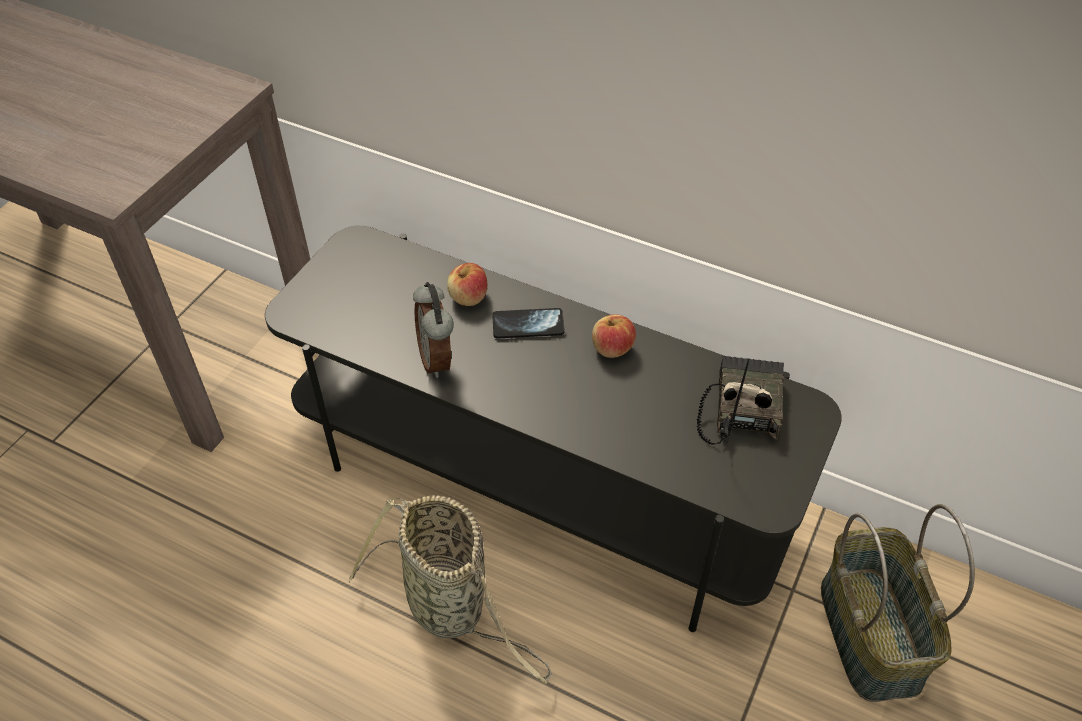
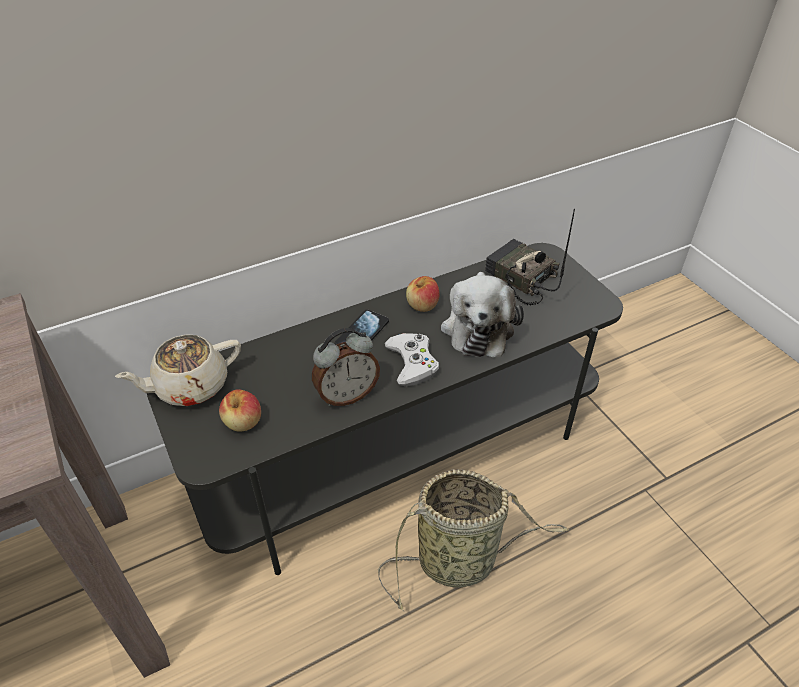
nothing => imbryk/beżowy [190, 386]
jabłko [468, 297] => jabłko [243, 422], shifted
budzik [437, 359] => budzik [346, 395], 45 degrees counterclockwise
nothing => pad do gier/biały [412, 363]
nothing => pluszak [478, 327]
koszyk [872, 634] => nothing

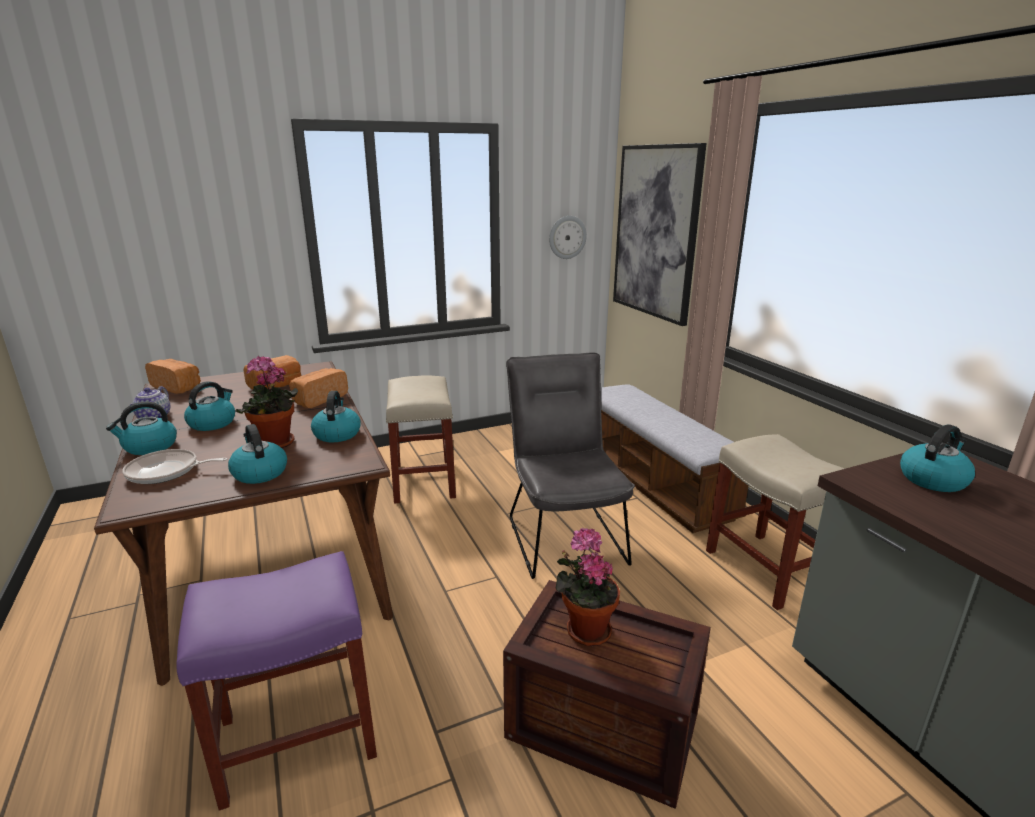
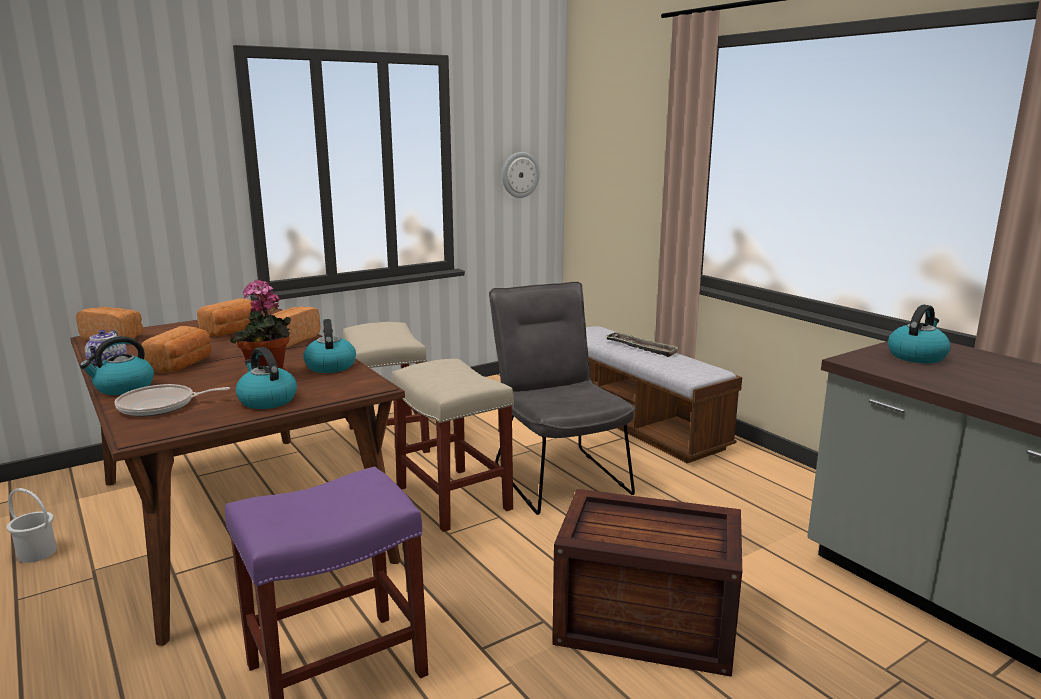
nothing => wiadro/biały [36, 553]
czajnik [212, 423] => chleb [182, 365]
stołek/beżowy [769, 570] => stołek/beżowy [454, 499], shifted
nothing => taca [640, 348]
roślina doniczkowa [585, 629] => nothing
obraz [656, 232] => nothing

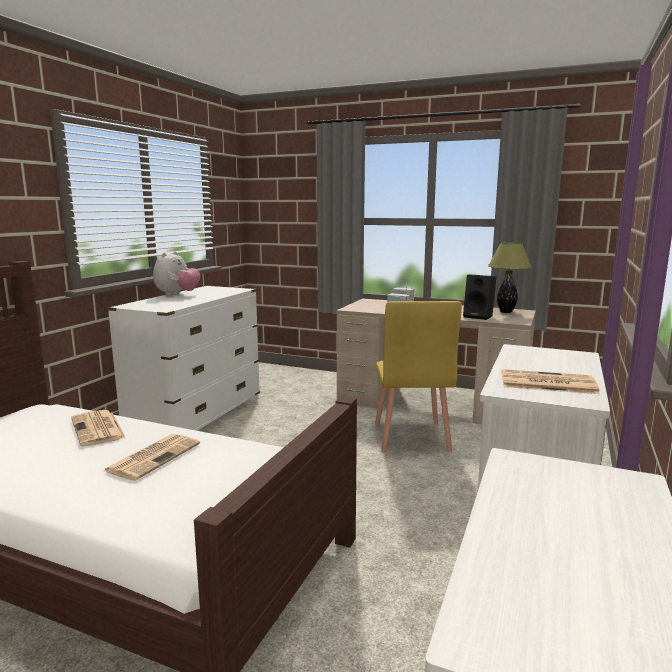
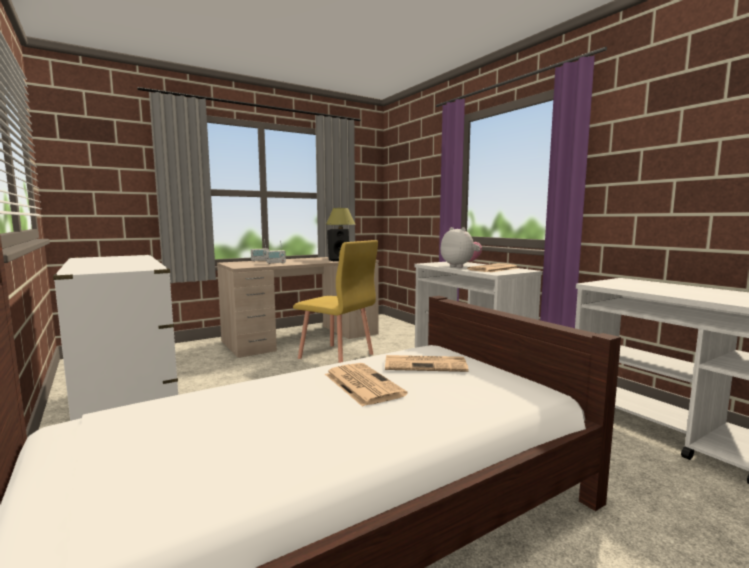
gazeta [98, 429] => gazeta [426, 364], shifted
pluszak [177, 295] => pluszak [460, 266], shifted

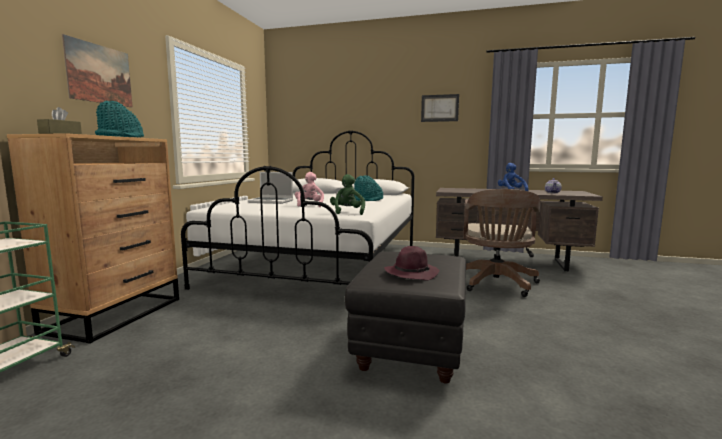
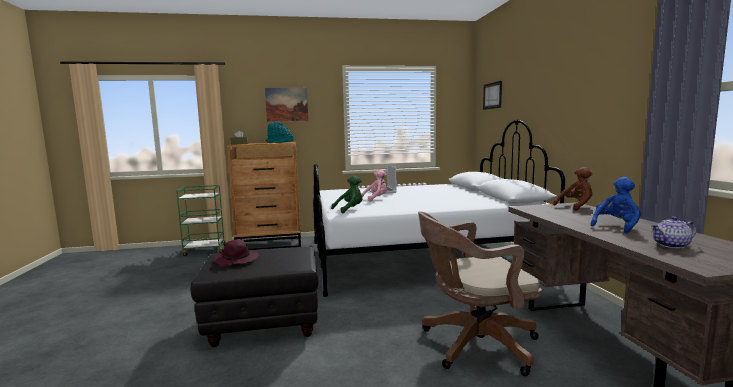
obraz [439, 108] => obraz [492, 95], shifted
nothing => pluszak/brązowy [576, 206]
kapelusz/turkusowy [367, 200] => nothing

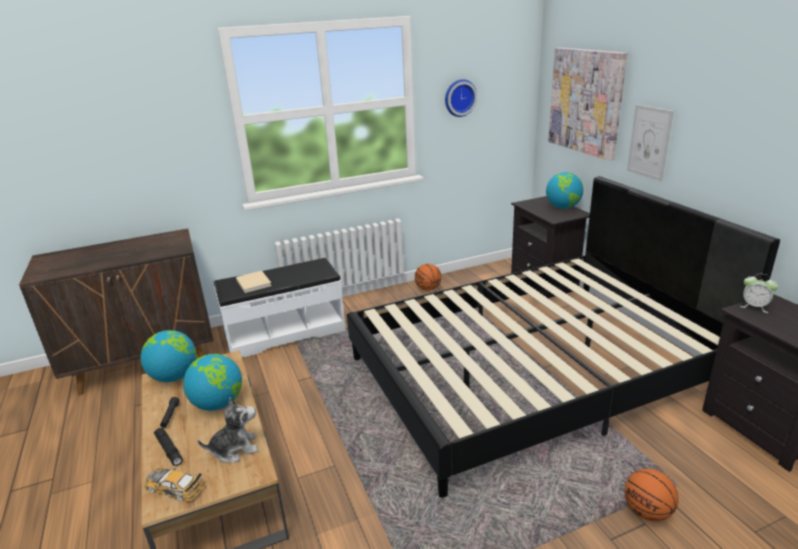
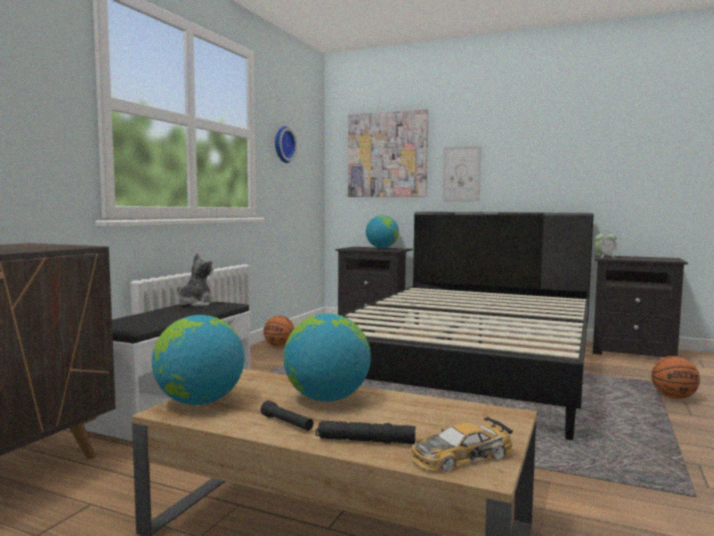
pluszak [235, 449] => pluszak [196, 304], shifted
książka/beżowy [253, 282] => nothing

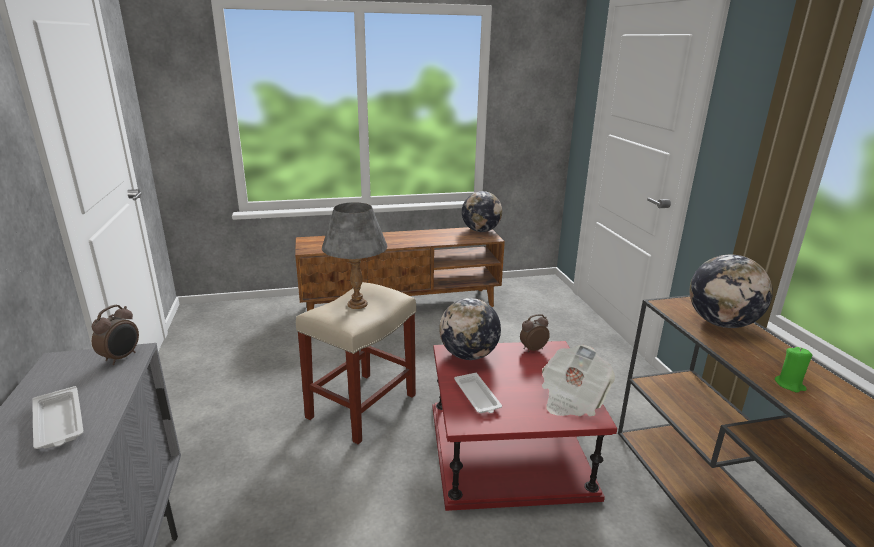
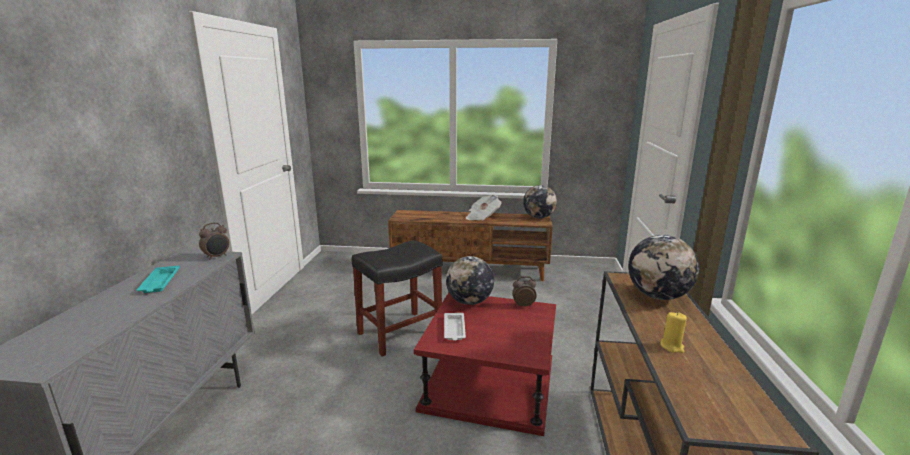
taca/biały [59, 423] => taca/turkusowy [160, 283]
stołek/beżowy [362, 405] => stołek/czarny [400, 332]
gazeta [572, 398] => gazeta [482, 217], shifted
świeca/zielony [789, 385] => świeca/żółty [672, 346]
lampa stołowa/szary [357, 304] => nothing

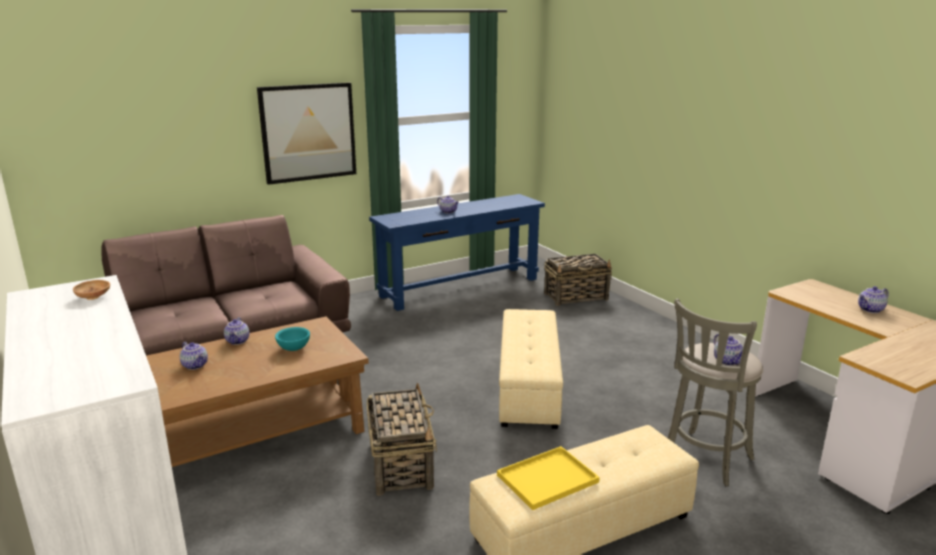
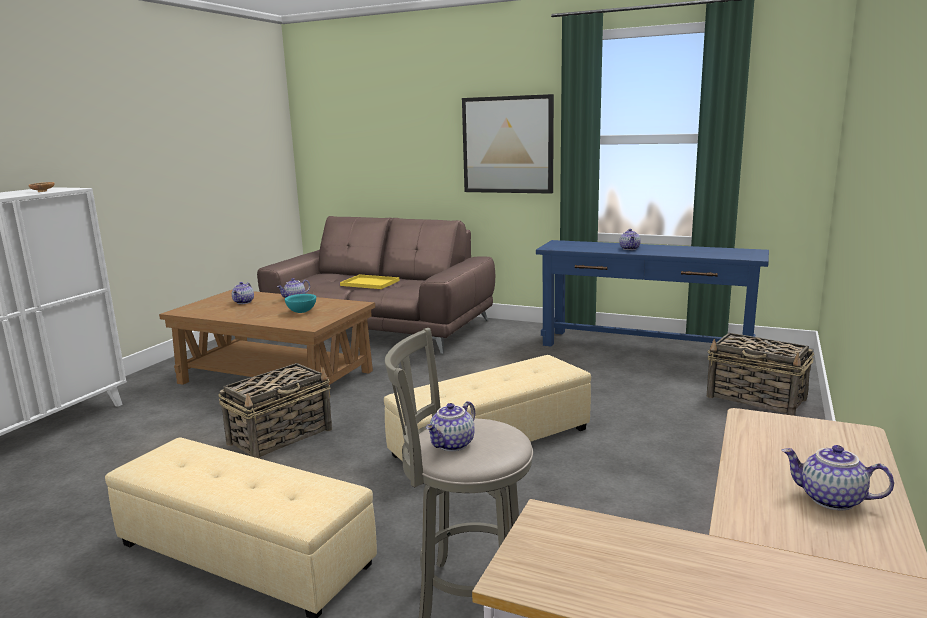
taca/żółty [548, 477] => taca/żółty [371, 283], shifted

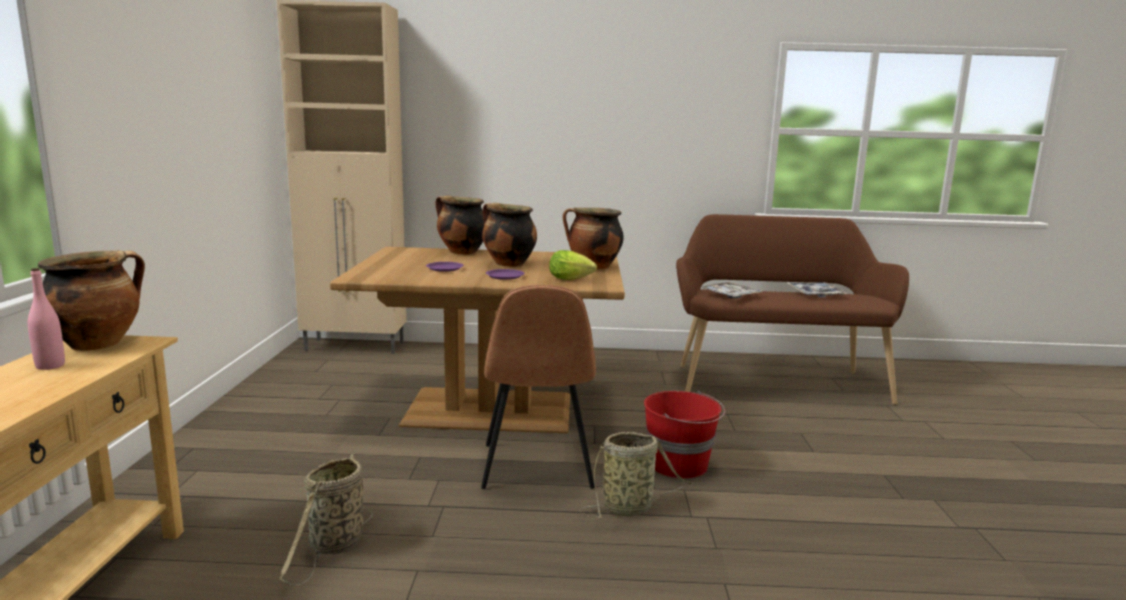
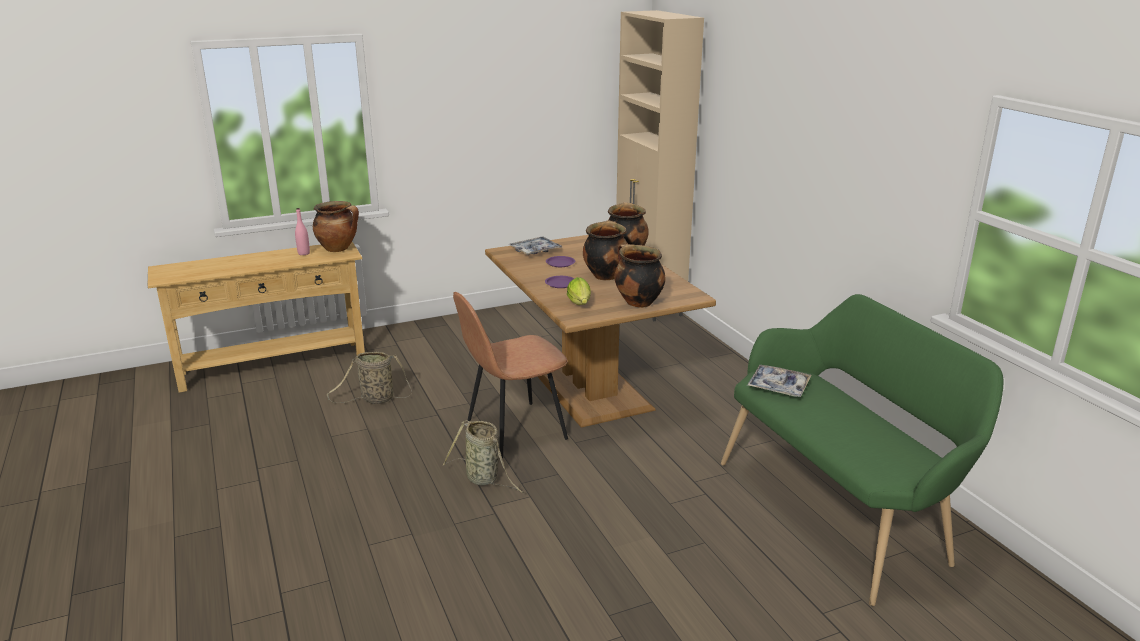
taca [815, 294] => taca [535, 251], shifted
ławka/brązowy [776, 381] => ławka/zielony [839, 511]
wiadro/czerwony [679, 464] => nothing

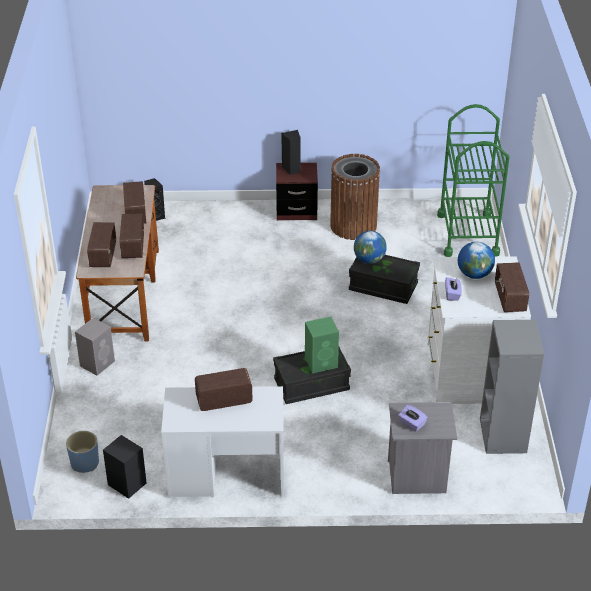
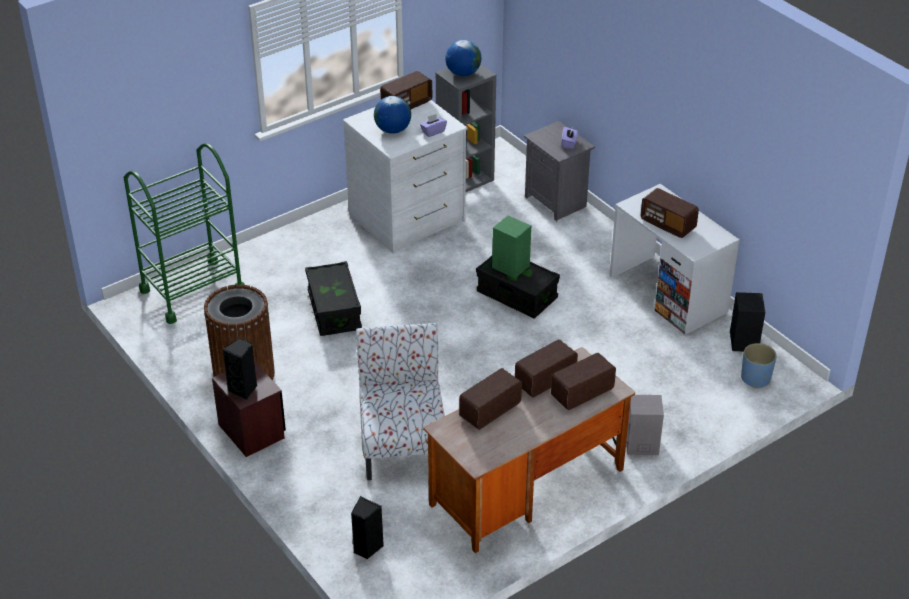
nothing => krzesło [402, 442]
globus [369, 260] => globus [463, 73], shifted

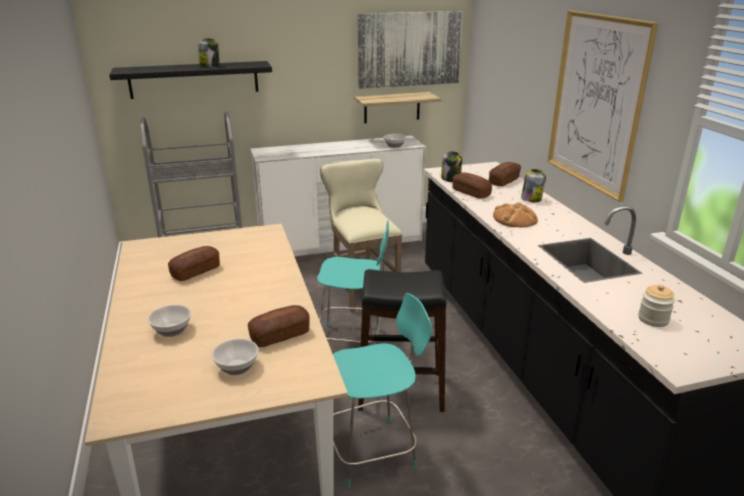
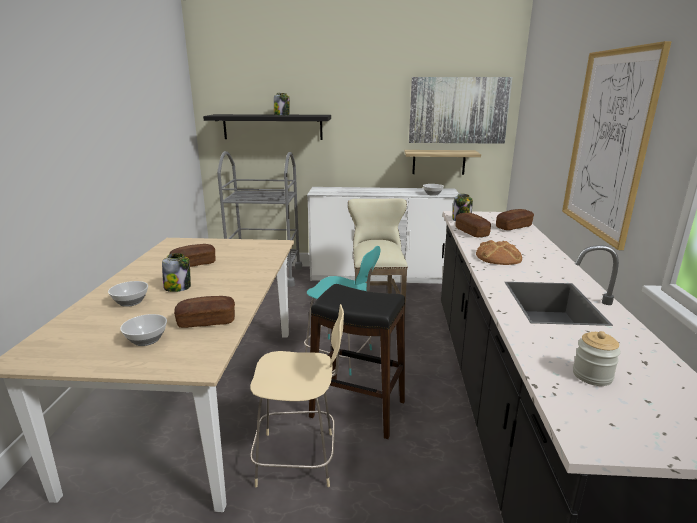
słoik [531, 199] => słoik [178, 287], shifted
krzesło/turkusowy [374, 451] => krzesło/beżowy [299, 458]

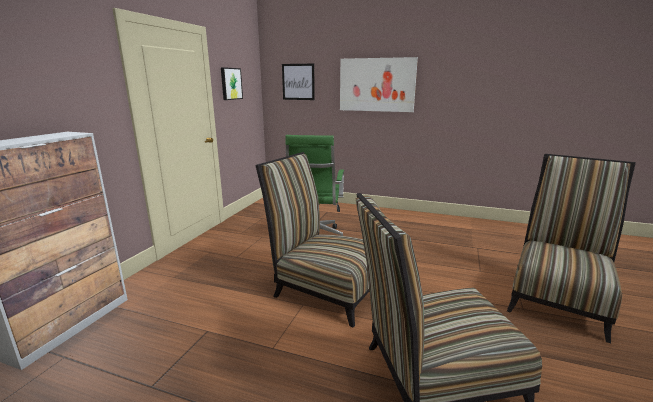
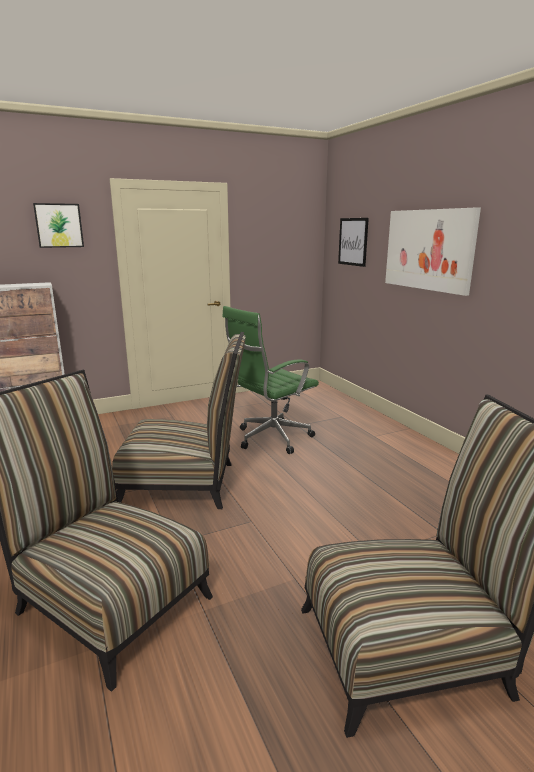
obraz [231, 83] => obraz [59, 225], shifted
krzesło [325, 288] => krzesło [186, 484], 105 degrees clockwise

